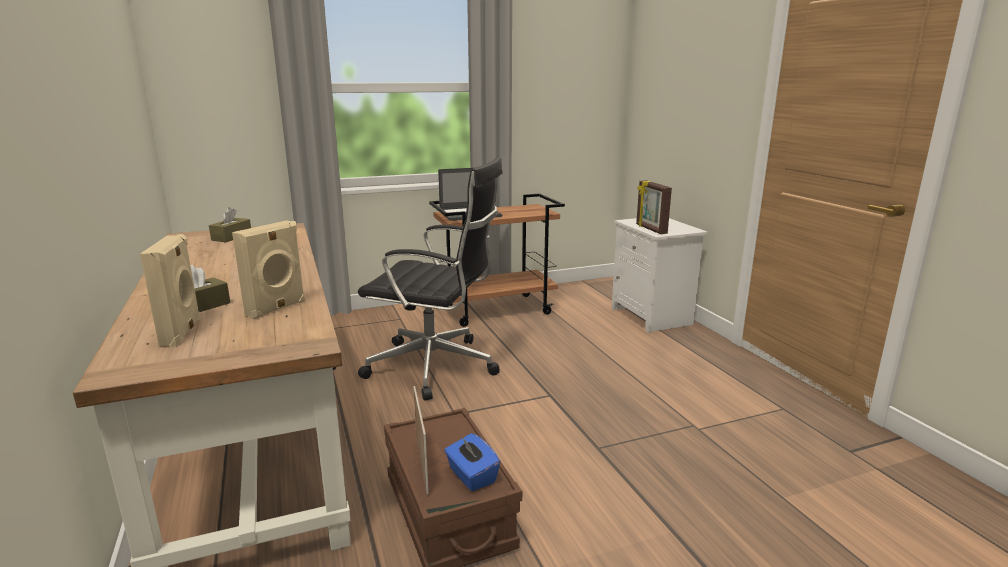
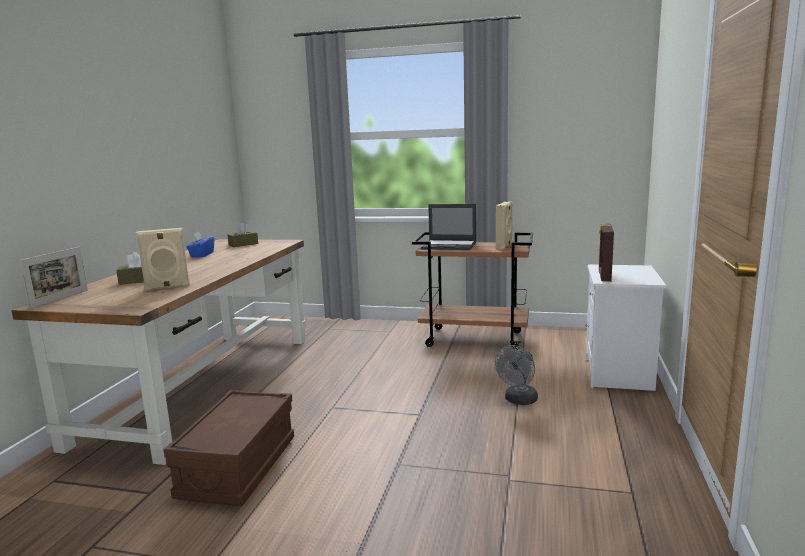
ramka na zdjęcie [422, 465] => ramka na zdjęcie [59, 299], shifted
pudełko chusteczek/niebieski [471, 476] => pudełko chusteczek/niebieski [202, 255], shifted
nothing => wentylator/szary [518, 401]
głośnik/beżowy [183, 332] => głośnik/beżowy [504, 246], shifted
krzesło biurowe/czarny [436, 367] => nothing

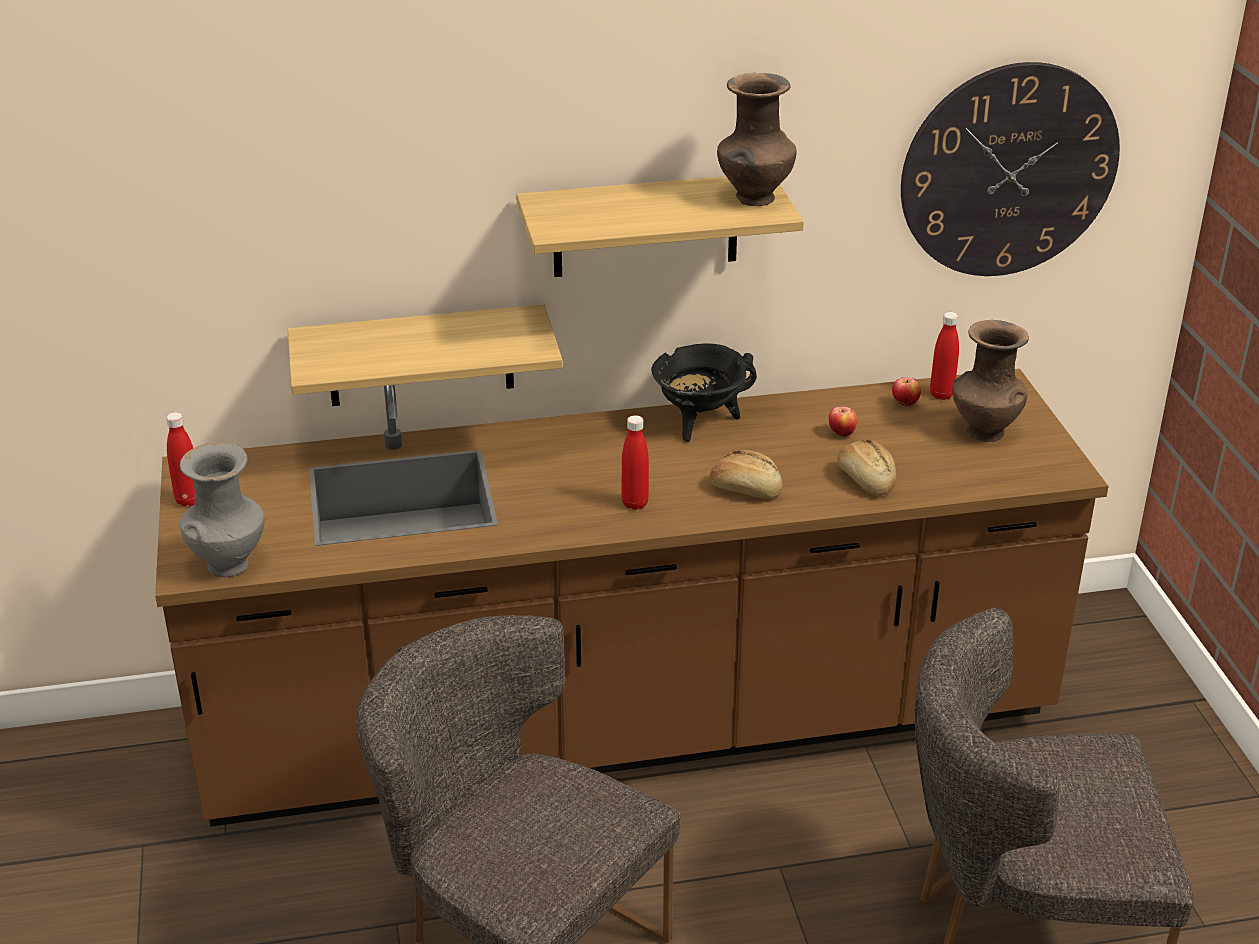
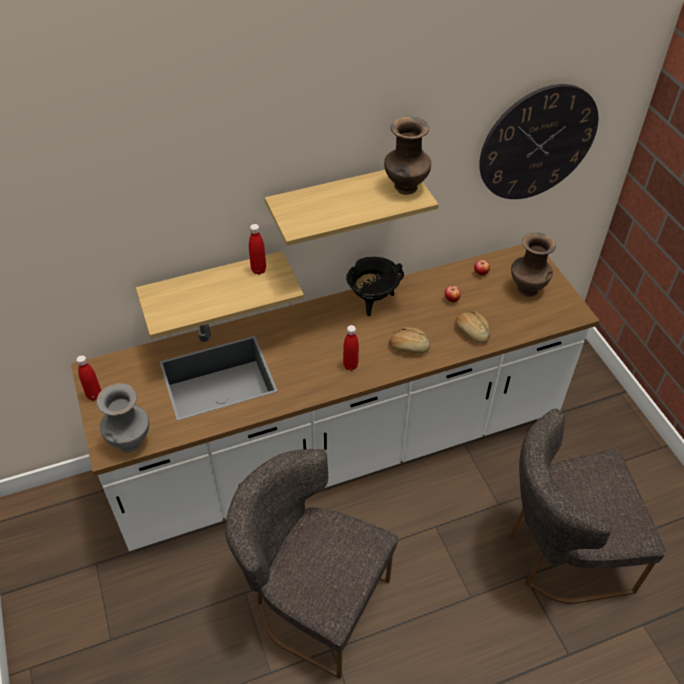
zabudowa kuchenna/brązowy [629, 727] => zabudowa kuchenna/biały [341, 448]
butelka/czerwony [941, 394] => butelka/czerwony [258, 270], shifted

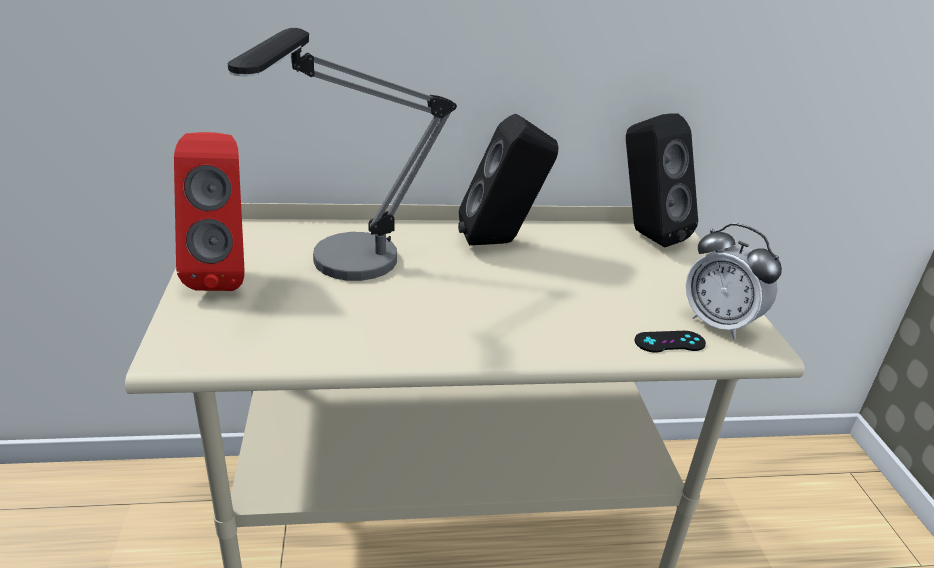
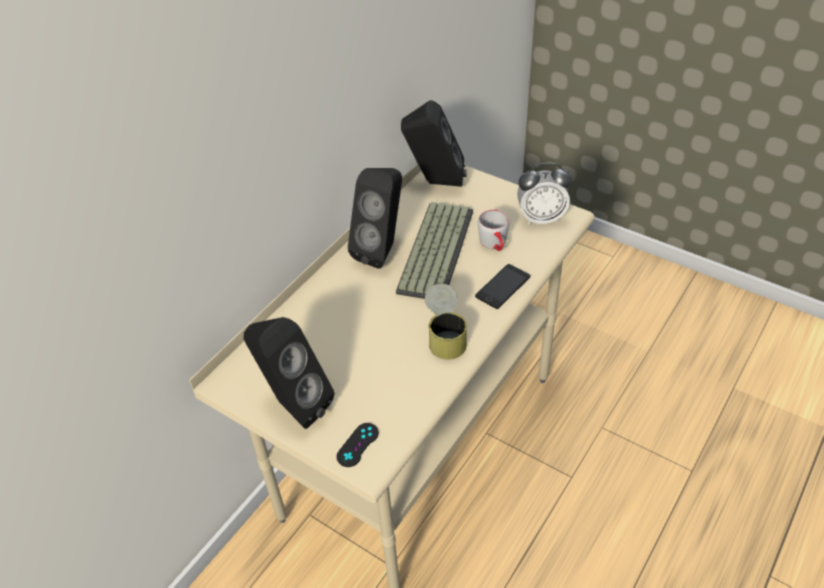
głośnik/czerwony [224, 274] => głośnik/czarny [293, 405]
pad do gier/czarny [669, 342] => pad do gier/czarny [357, 445], shifted
nothing => klawiatura [434, 250]
nothing => puszka [445, 336]
nothing => telefon [503, 287]
nothing => kubek/szary [495, 244]
lampa stołowa [343, 271] => nothing

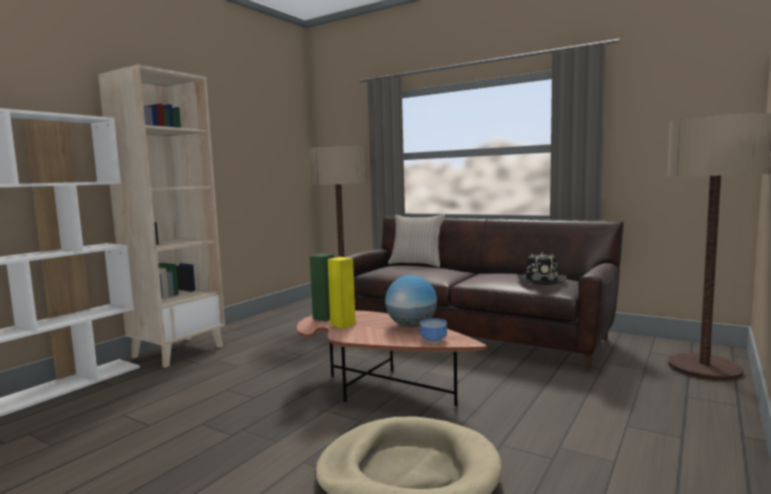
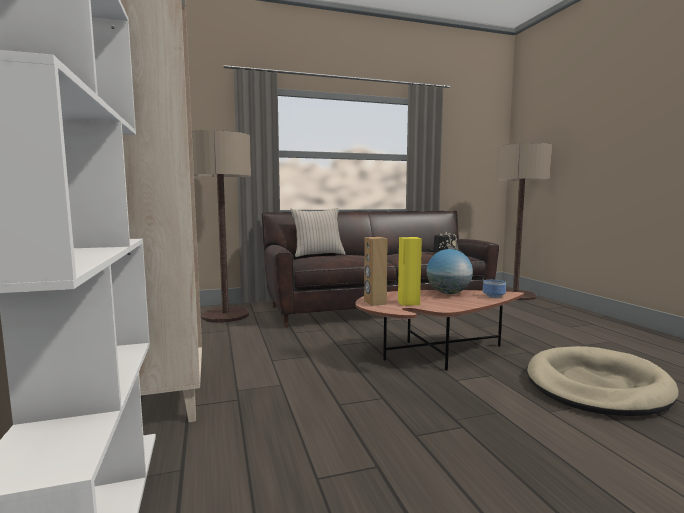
głośnik/zielony [324, 318] => głośnik/brązowy [374, 303]

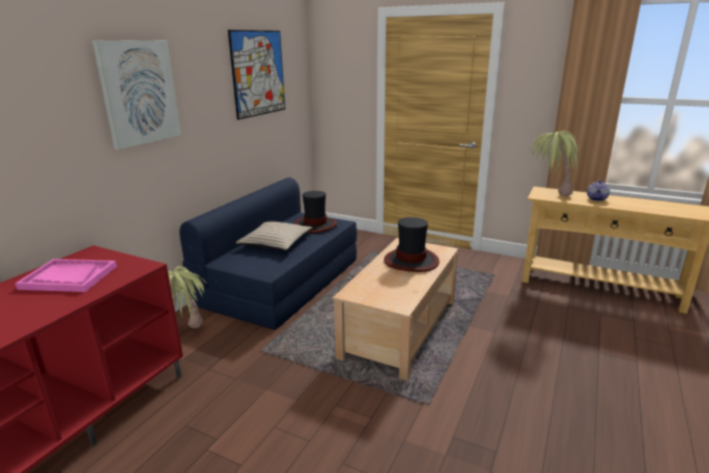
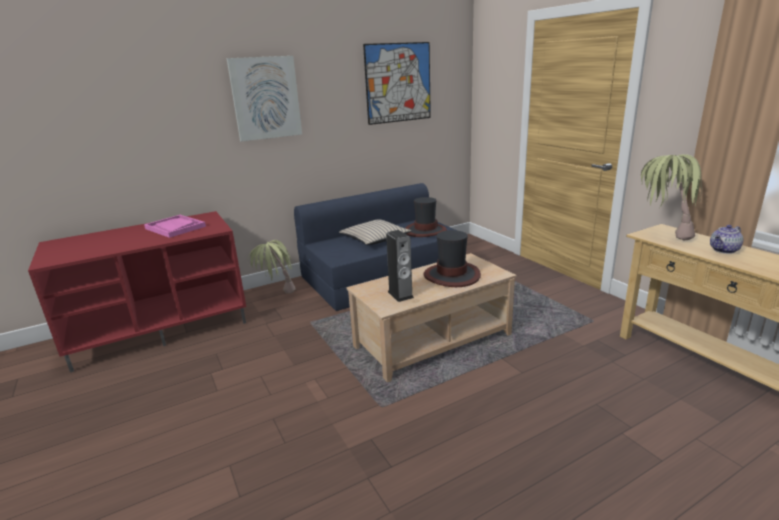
nothing => głośnik [400, 294]

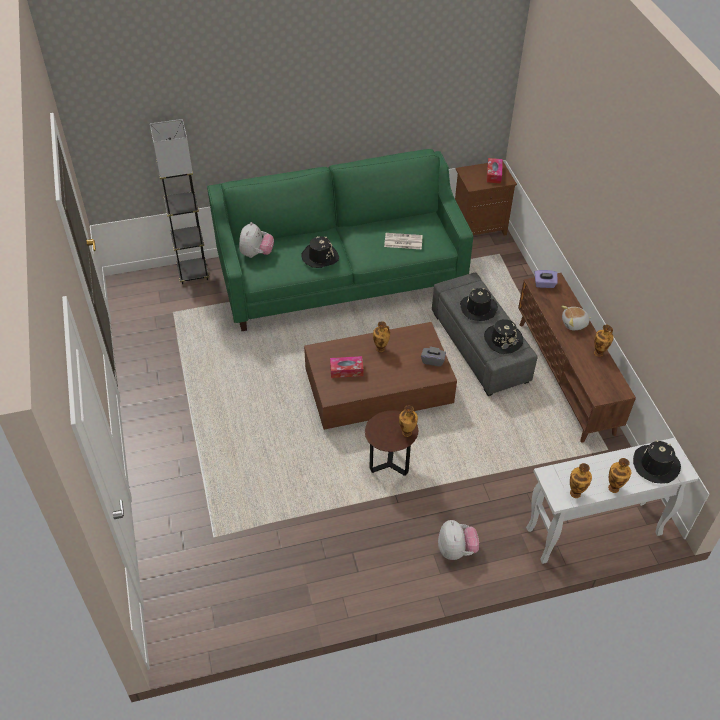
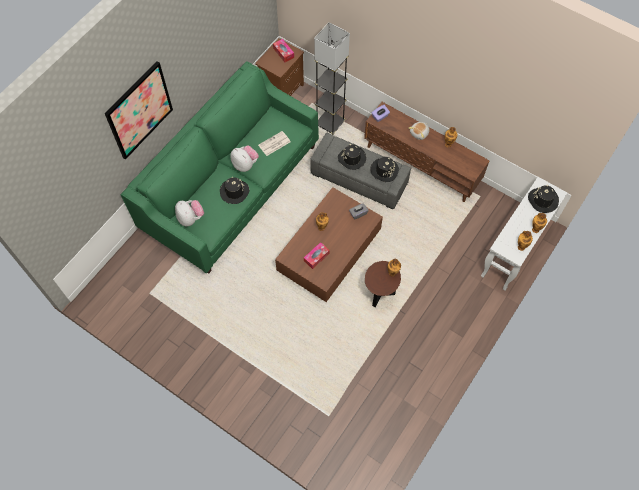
nothing => obraz [139, 110]
pluszak [456, 550] => pluszak [245, 164], shifted
lampa stojąca/szary [193, 273] => lampa stojąca/szary [330, 123], shifted

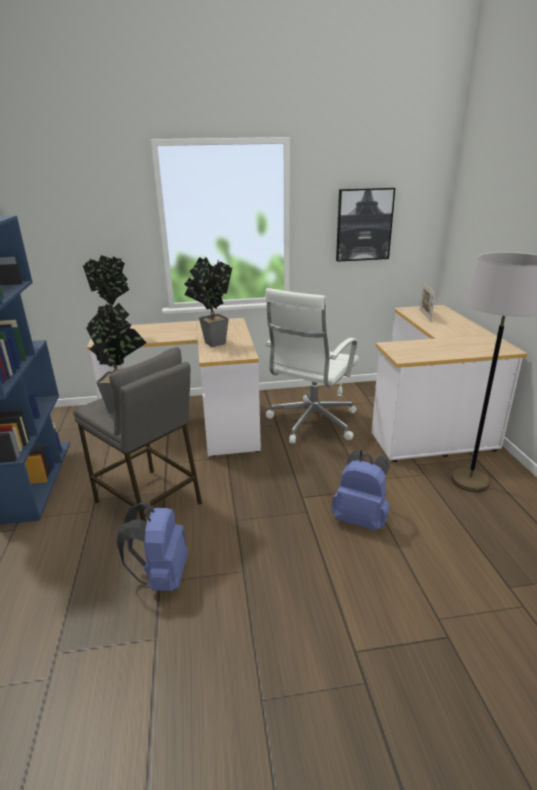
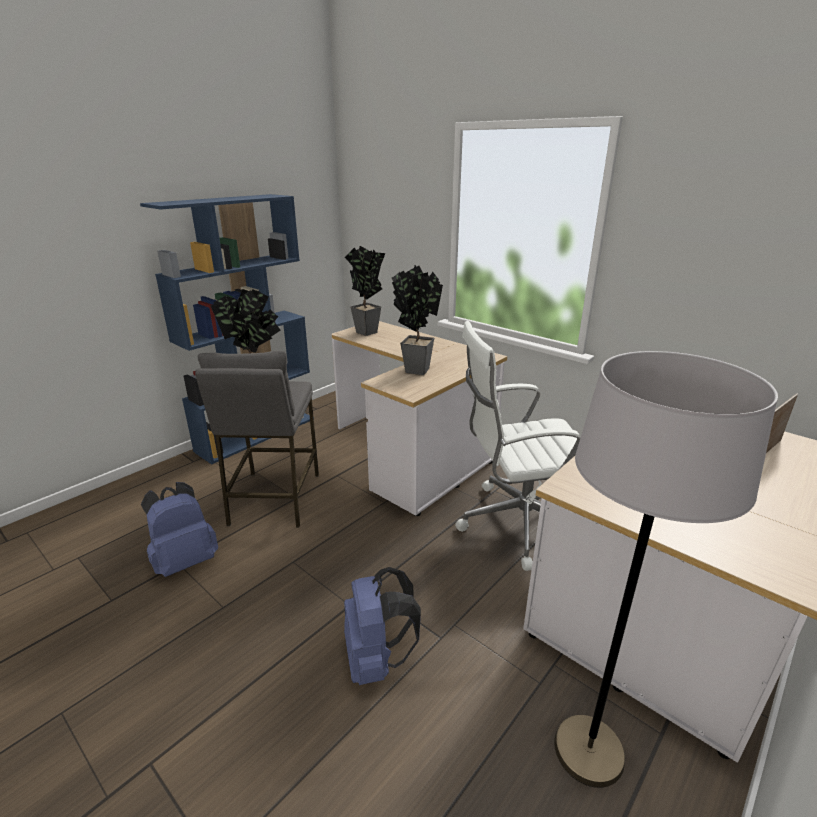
obraz [364, 225] => nothing

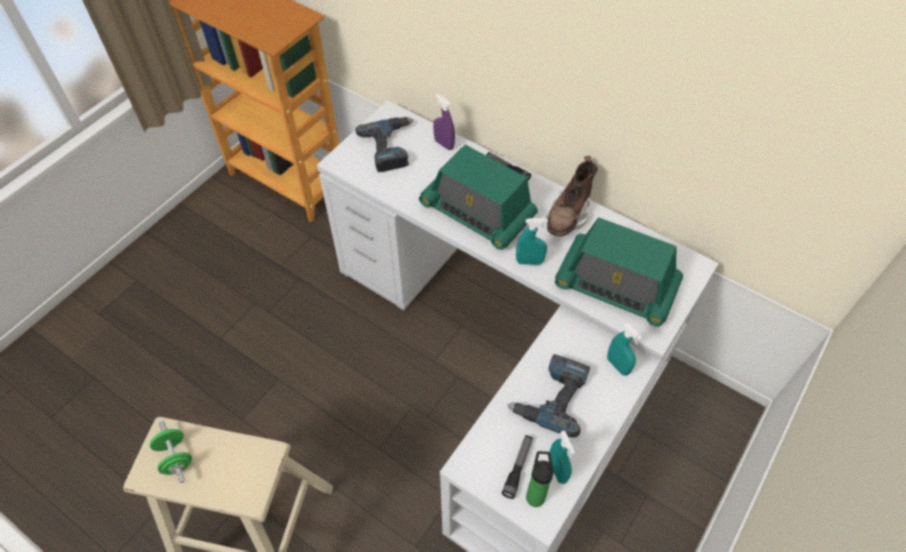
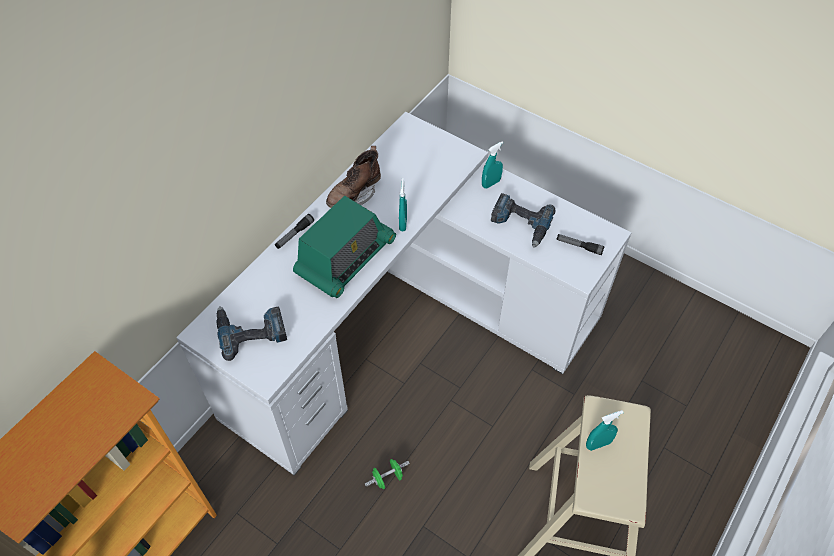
but z cholewką/brązowy [568, 216] => but z cholewką/brązowy [354, 195], 105 degrees clockwise
hantel/zielony [176, 457] => hantel/zielony [387, 478], shifted
spryskiwacz/turkusowy [557, 470] => spryskiwacz/turkusowy [598, 444], shifted
spryskiwacz/fioletowy [444, 144] => nothing
butelka [535, 494] => nothing
radio [616, 285] => nothing

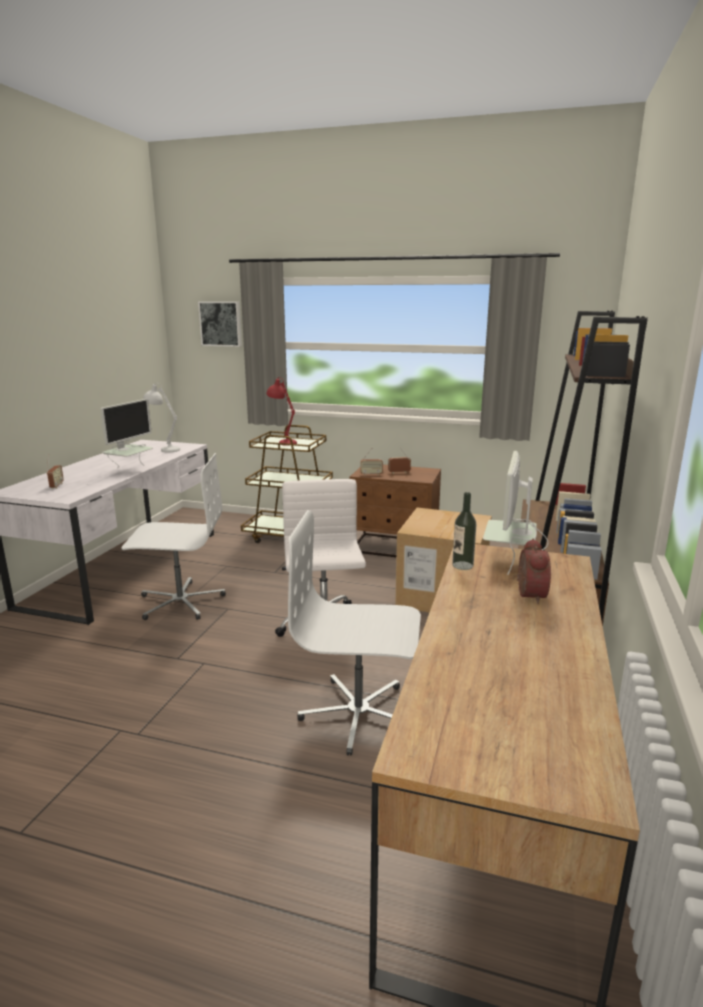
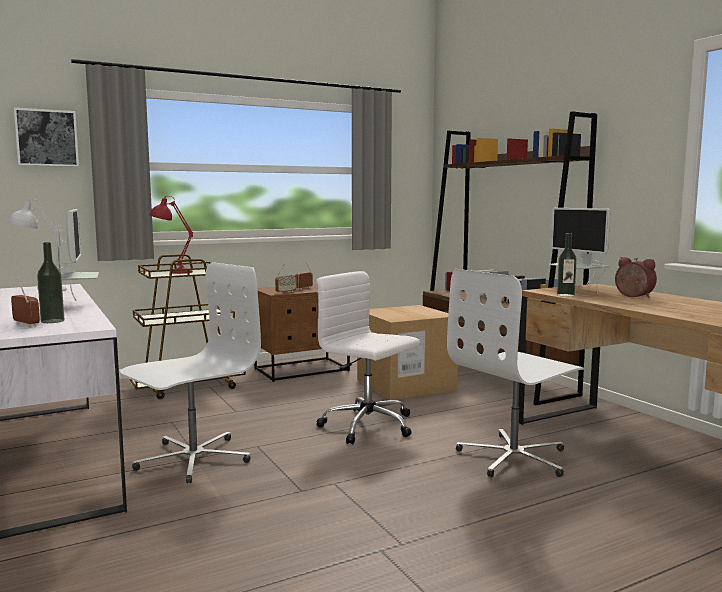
nothing => butelka [52, 321]

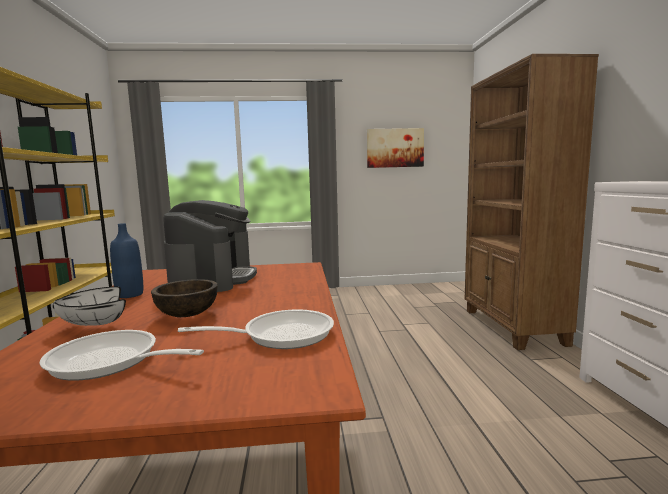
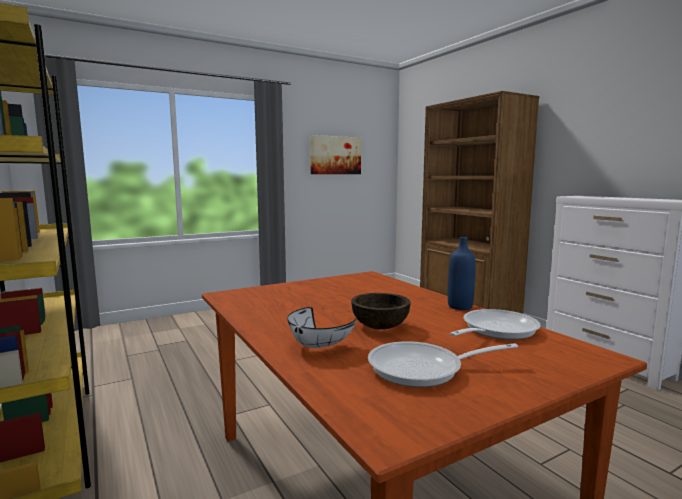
butelka/niebieski [130, 295] => butelka/niebieski [460, 306], shifted
ekspres do kawy [213, 279] => nothing

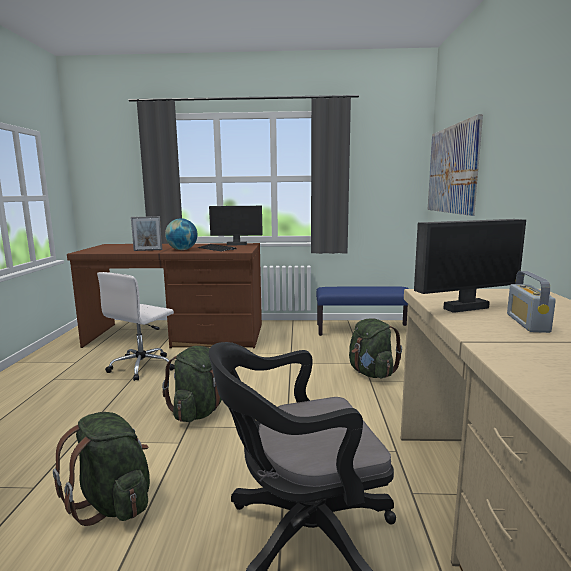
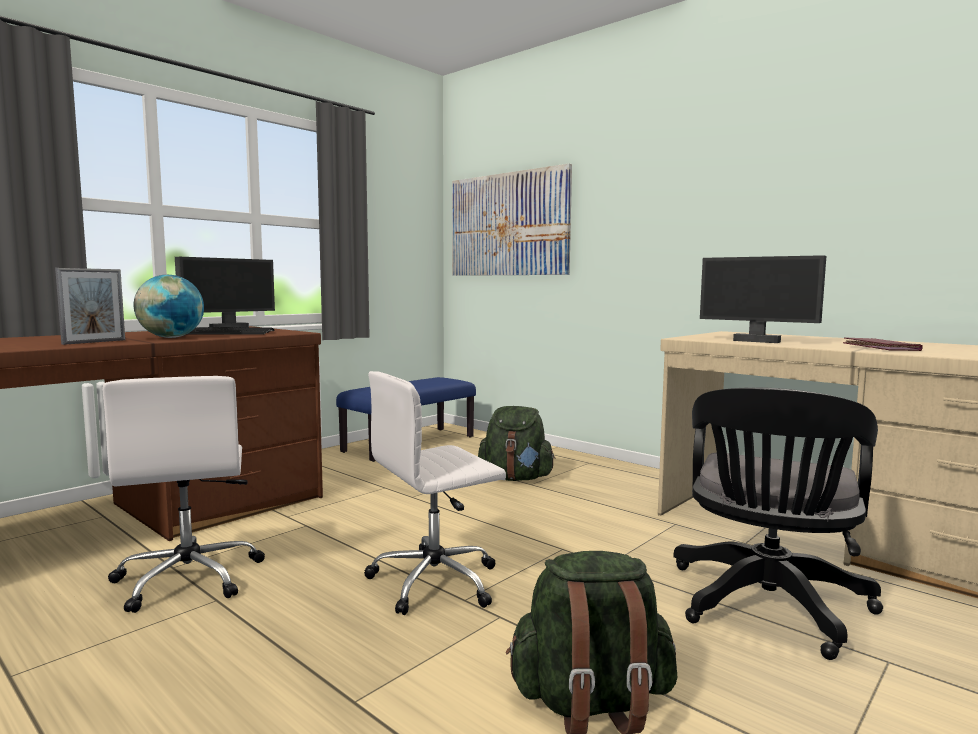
plecak/zielony [199, 411] => krzesło biurowe/biały [436, 581]
monitor [464, 308] => monitor [757, 341], 105 degrees clockwise
nothing => książka/czerwony [880, 348]
radio [527, 323] => nothing

